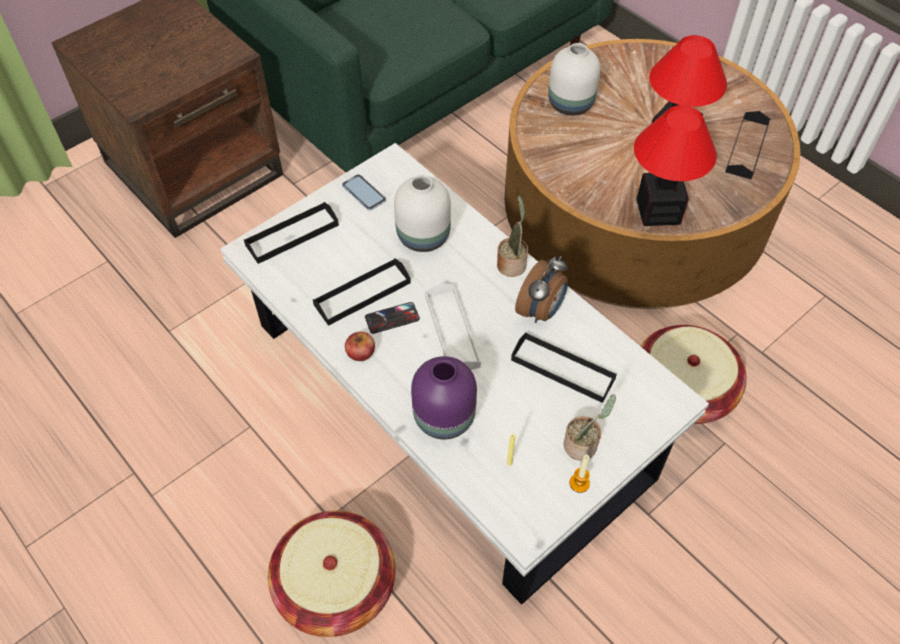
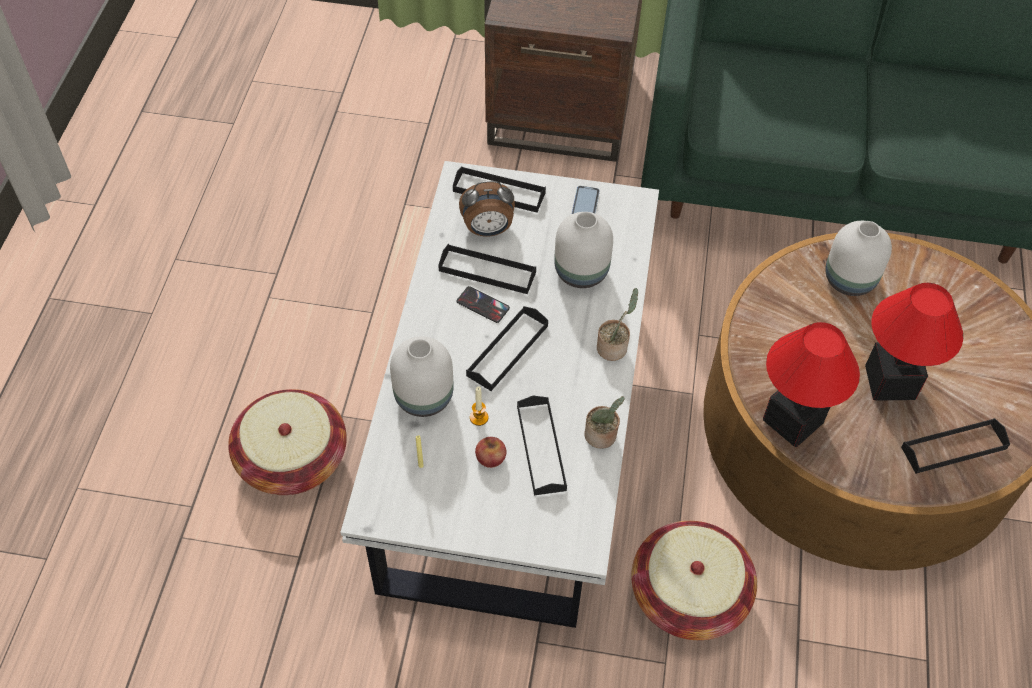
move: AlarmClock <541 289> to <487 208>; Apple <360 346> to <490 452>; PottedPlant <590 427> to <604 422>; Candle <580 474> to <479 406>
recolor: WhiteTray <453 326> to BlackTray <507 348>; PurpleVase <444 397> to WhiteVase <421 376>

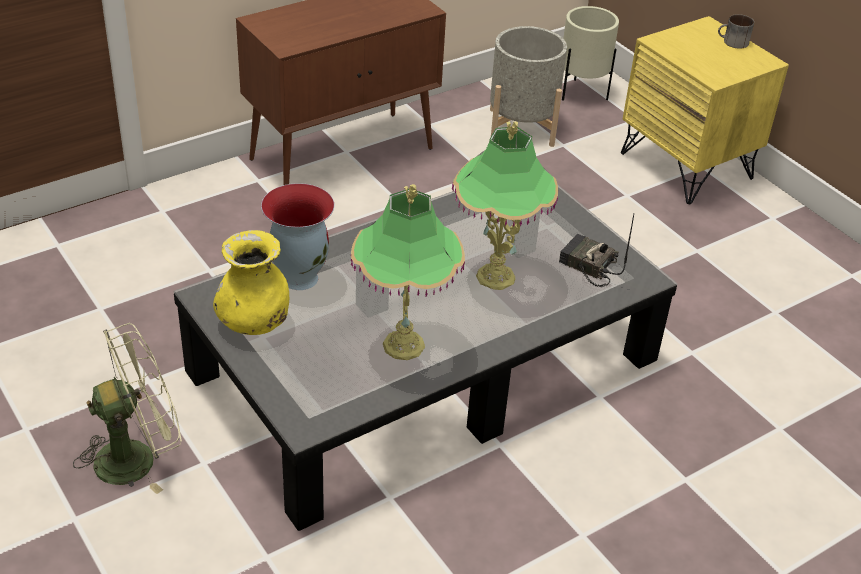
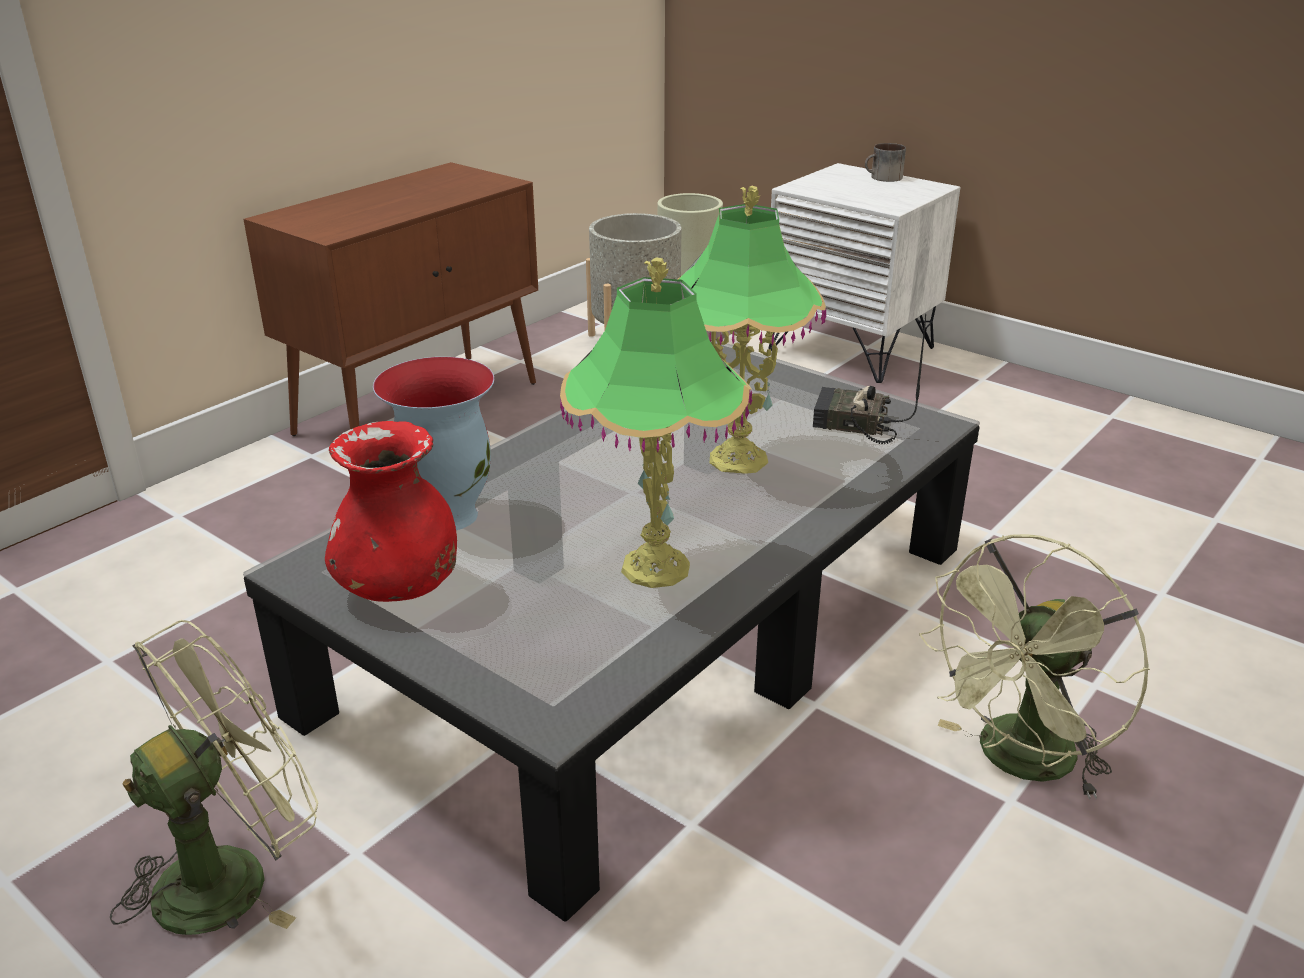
insert: GreenFan <1034 667>
recolor: YellowNightstand <705 110> to WhiteNightstand <864 273>; YellowVase <251 282> to RedVase <391 511>

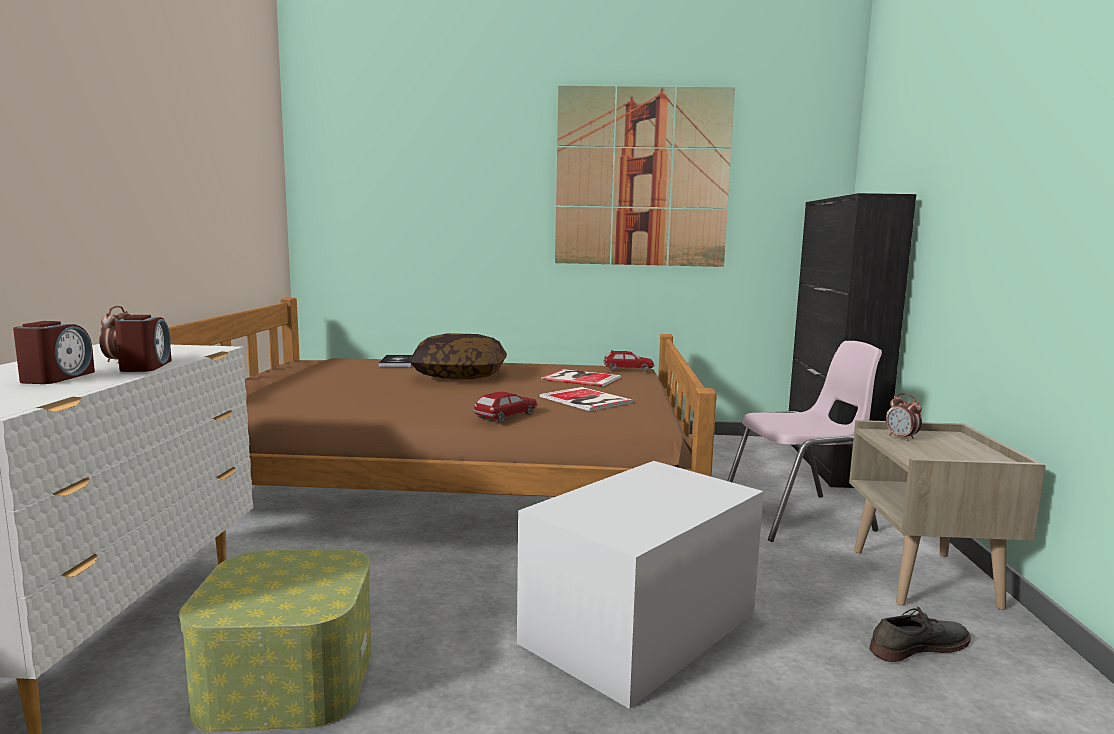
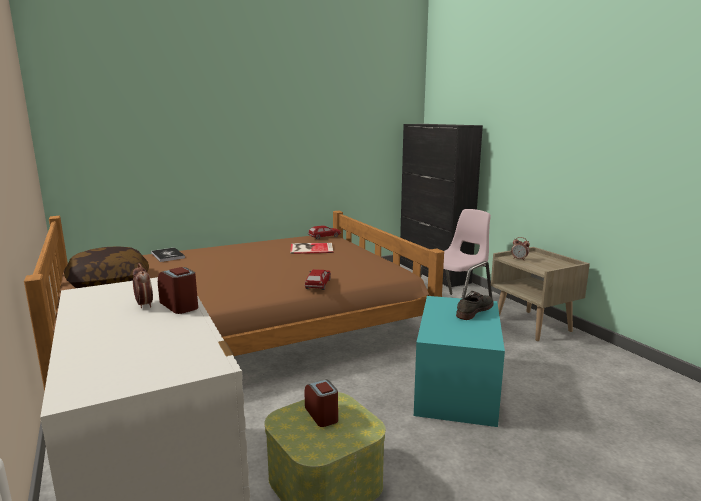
delete: Picture <645 176>; Book <586 399>
move: AlarmClock <54 352> to <321 403>; Pillow <458 356> to <106 267>; GreyShoe <920 634> to <475 305>
recolor: WhiteStorageBox <640 585> to TurquoiseStorageBox <459 361>

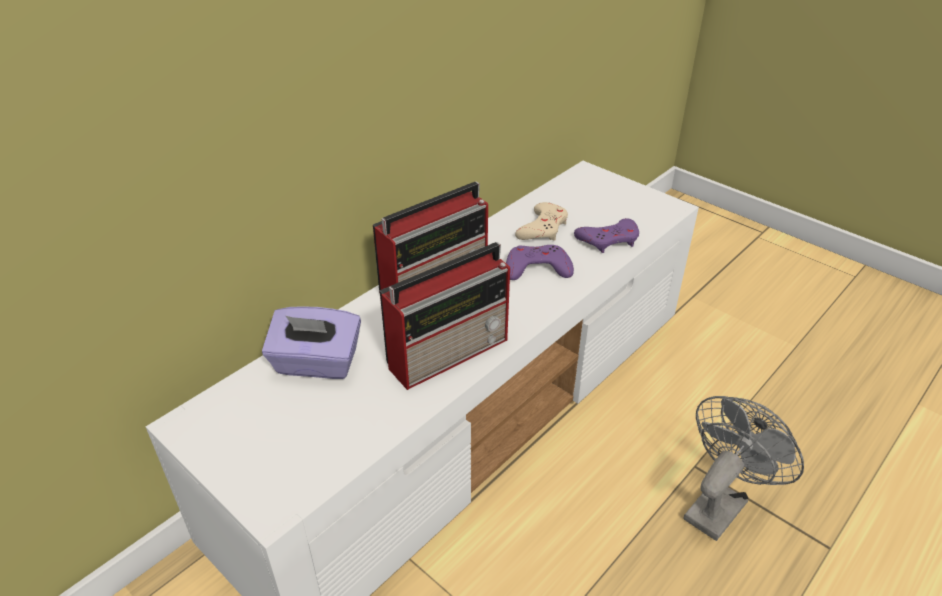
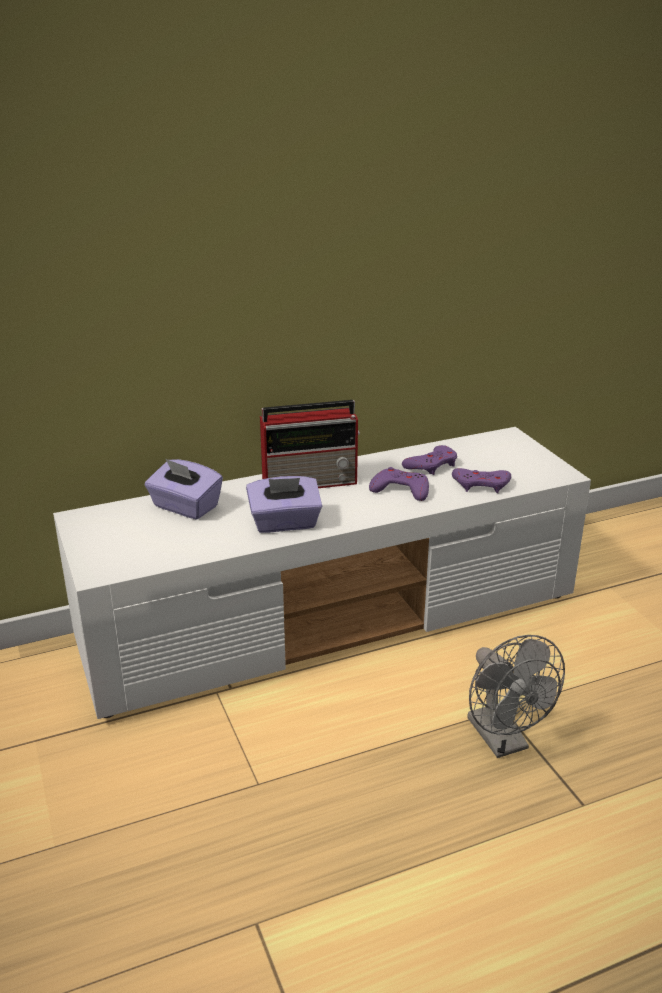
replace: Radio <445 316> to PurpleTissueBox <284 504>
recolor: BeigeGameController <541 221> to PurpleGameController <429 460>
rotate: GreyFan <744 468> = <516 696> 90 degrees clockwise

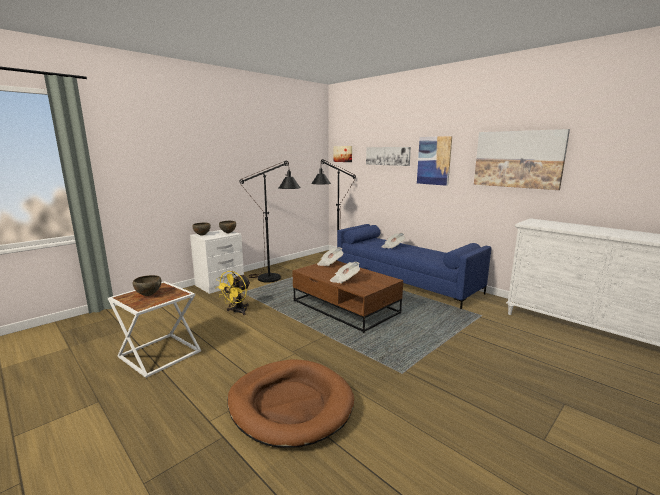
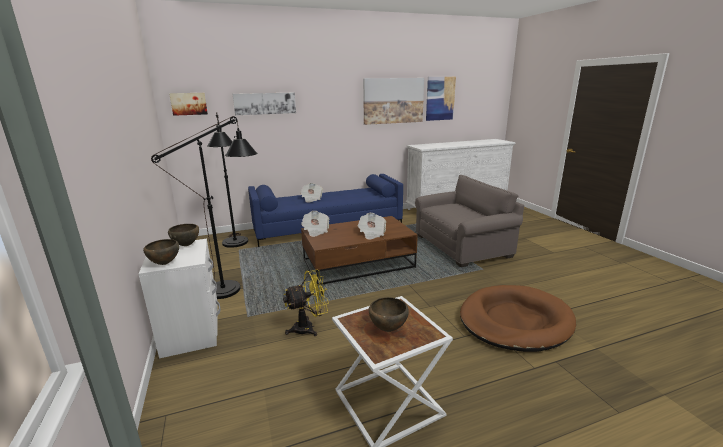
insert: GreyArmchair <469 221>
move: Picture <434 161> to <441 99>
rotate: YellowFan <233 293> = <306 302> 75 degrees counterclockwise

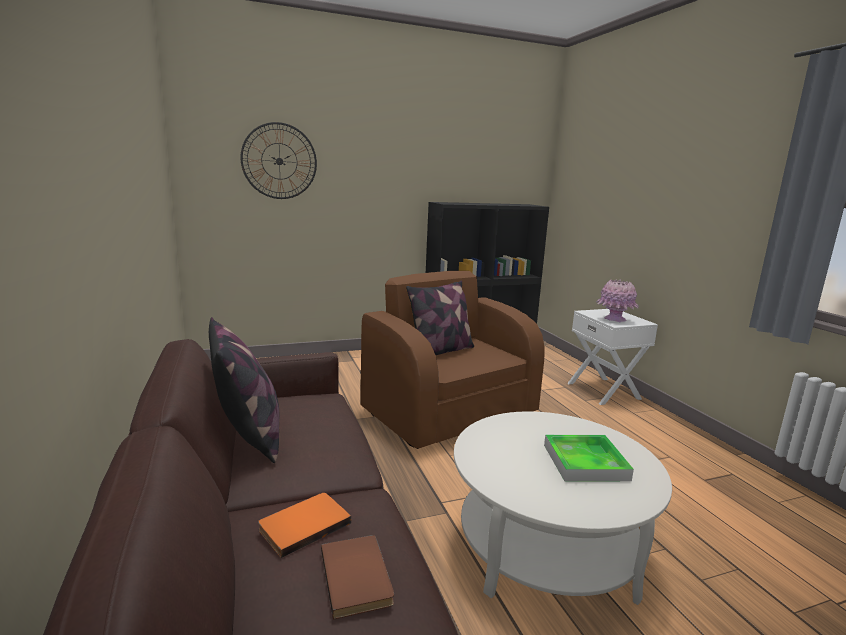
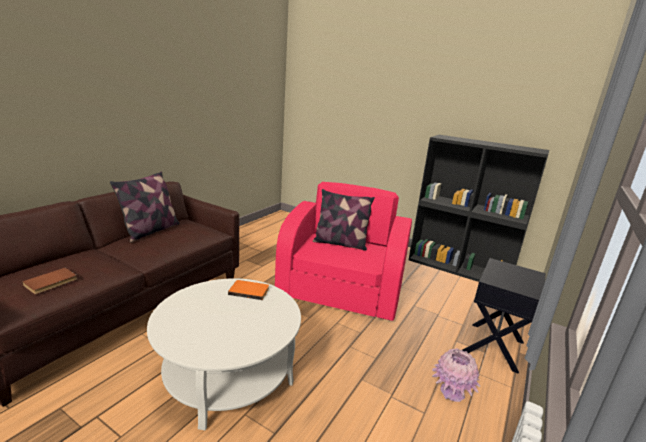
delete: WallClock <279 160>; Tray <589 458>
move: PinkVase <617 301> to <456 375>; OrangeBook <304 525> to <248 290>
recolor: BrownArmchair <453 360> to PinkArmchair <343 251>; WhiteNightstand <612 357> to BlackNightstand <504 316>

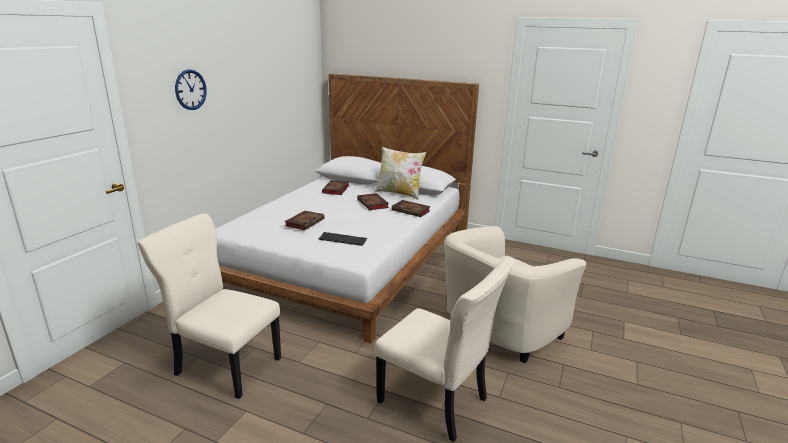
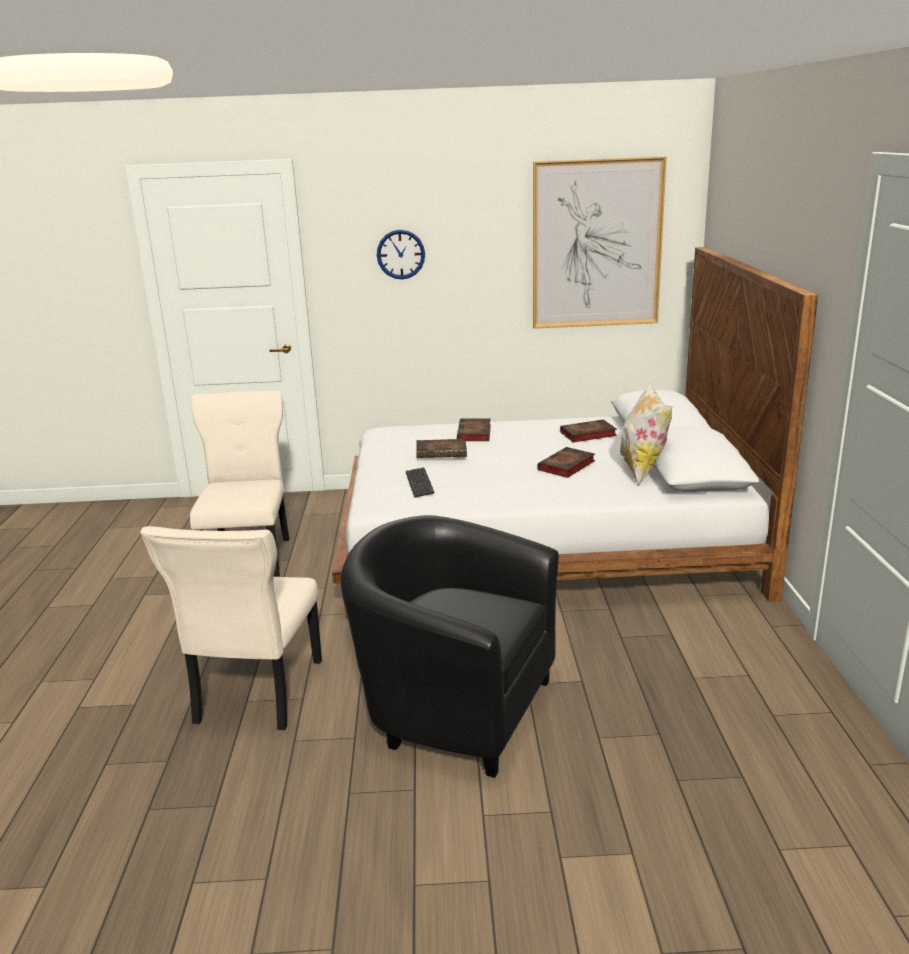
insert: Picture <600 242>
move: Book <411 208> to <474 430>
recolor: BeigeArmchair <515 294> to BlackArmchair <450 646>

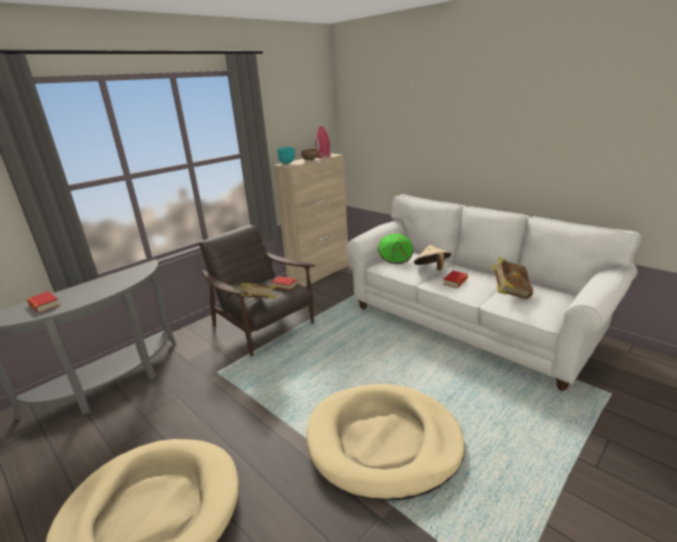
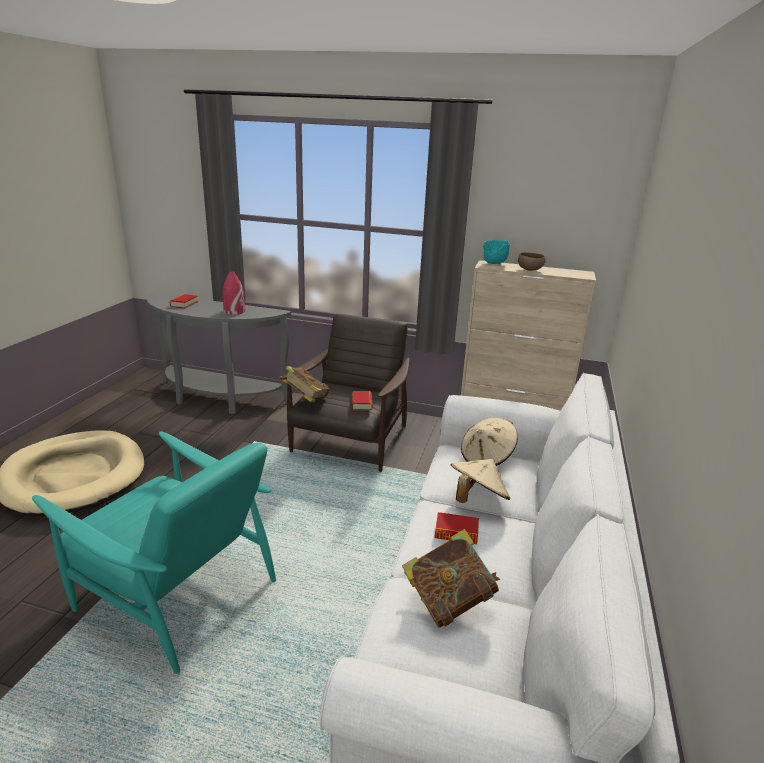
move: RedVase <323 142> to <234 293>
replace: BeigeDogBed <385 442> to TurquoiseArmchair <154 552>
recolor: GreenHat <395 249> to BeigeHat <489 442>

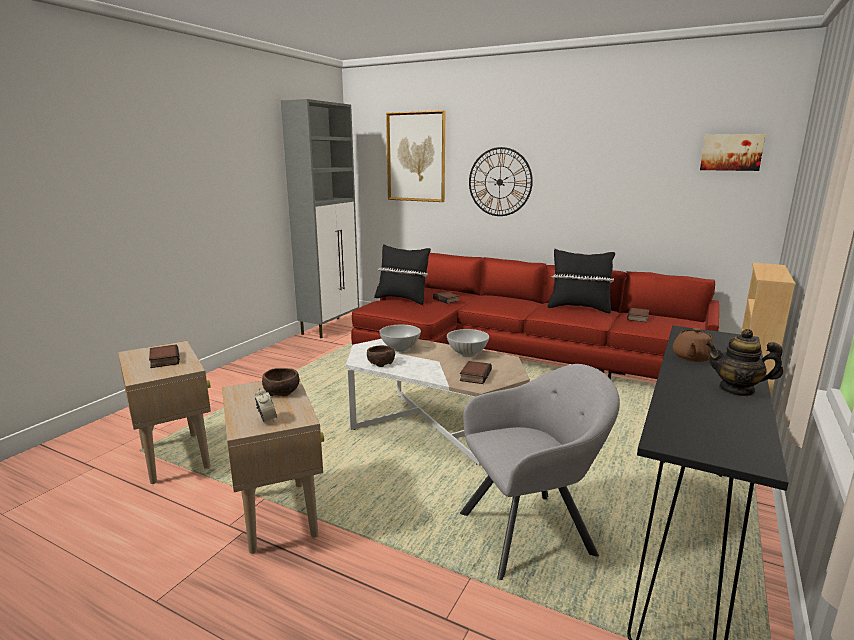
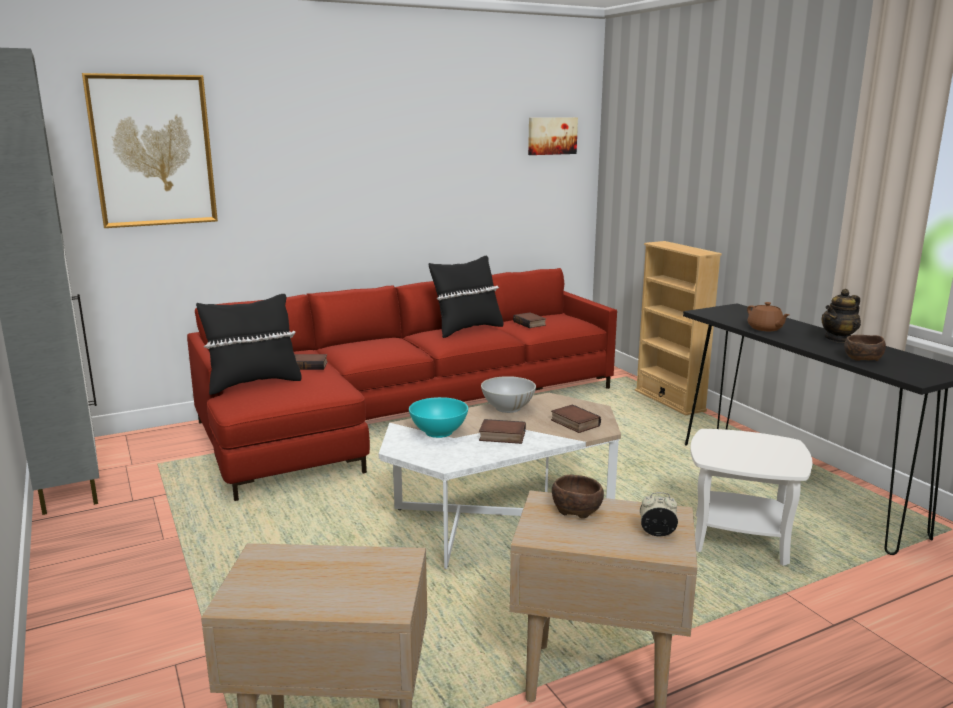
delete: WallClock <501 181>
move: Book <164 356> to <502 431>; BrownBowl <381 356> to <865 348>
replace: GreyArmchair <540 472> to WhiteSideTable <751 497>
recolor: WhiteBowl <400 338> to TurquoiseBowl <438 417>

